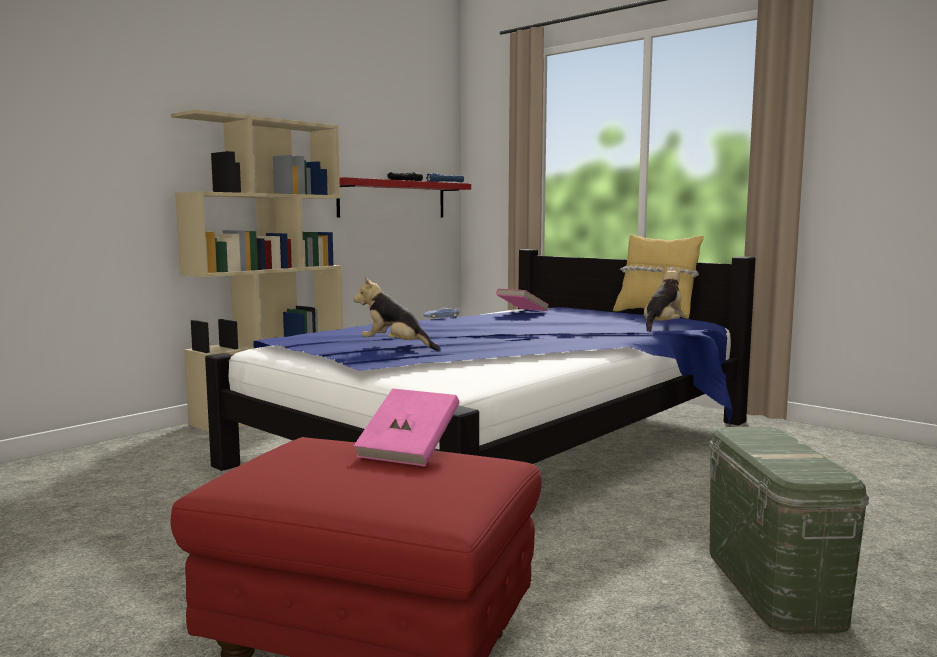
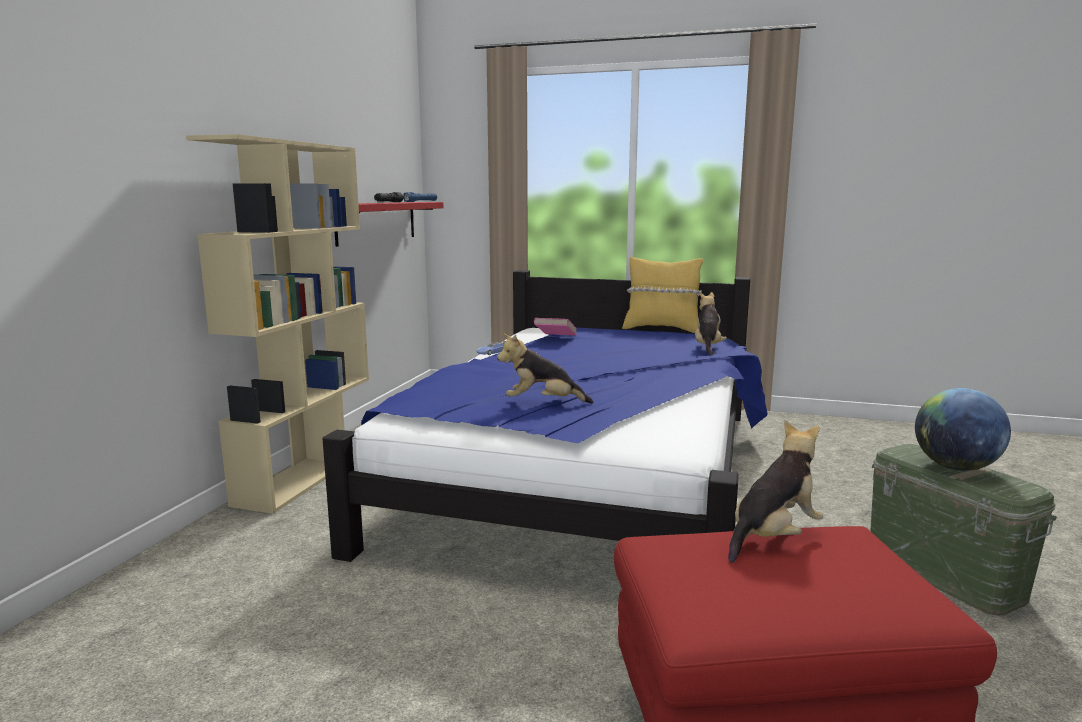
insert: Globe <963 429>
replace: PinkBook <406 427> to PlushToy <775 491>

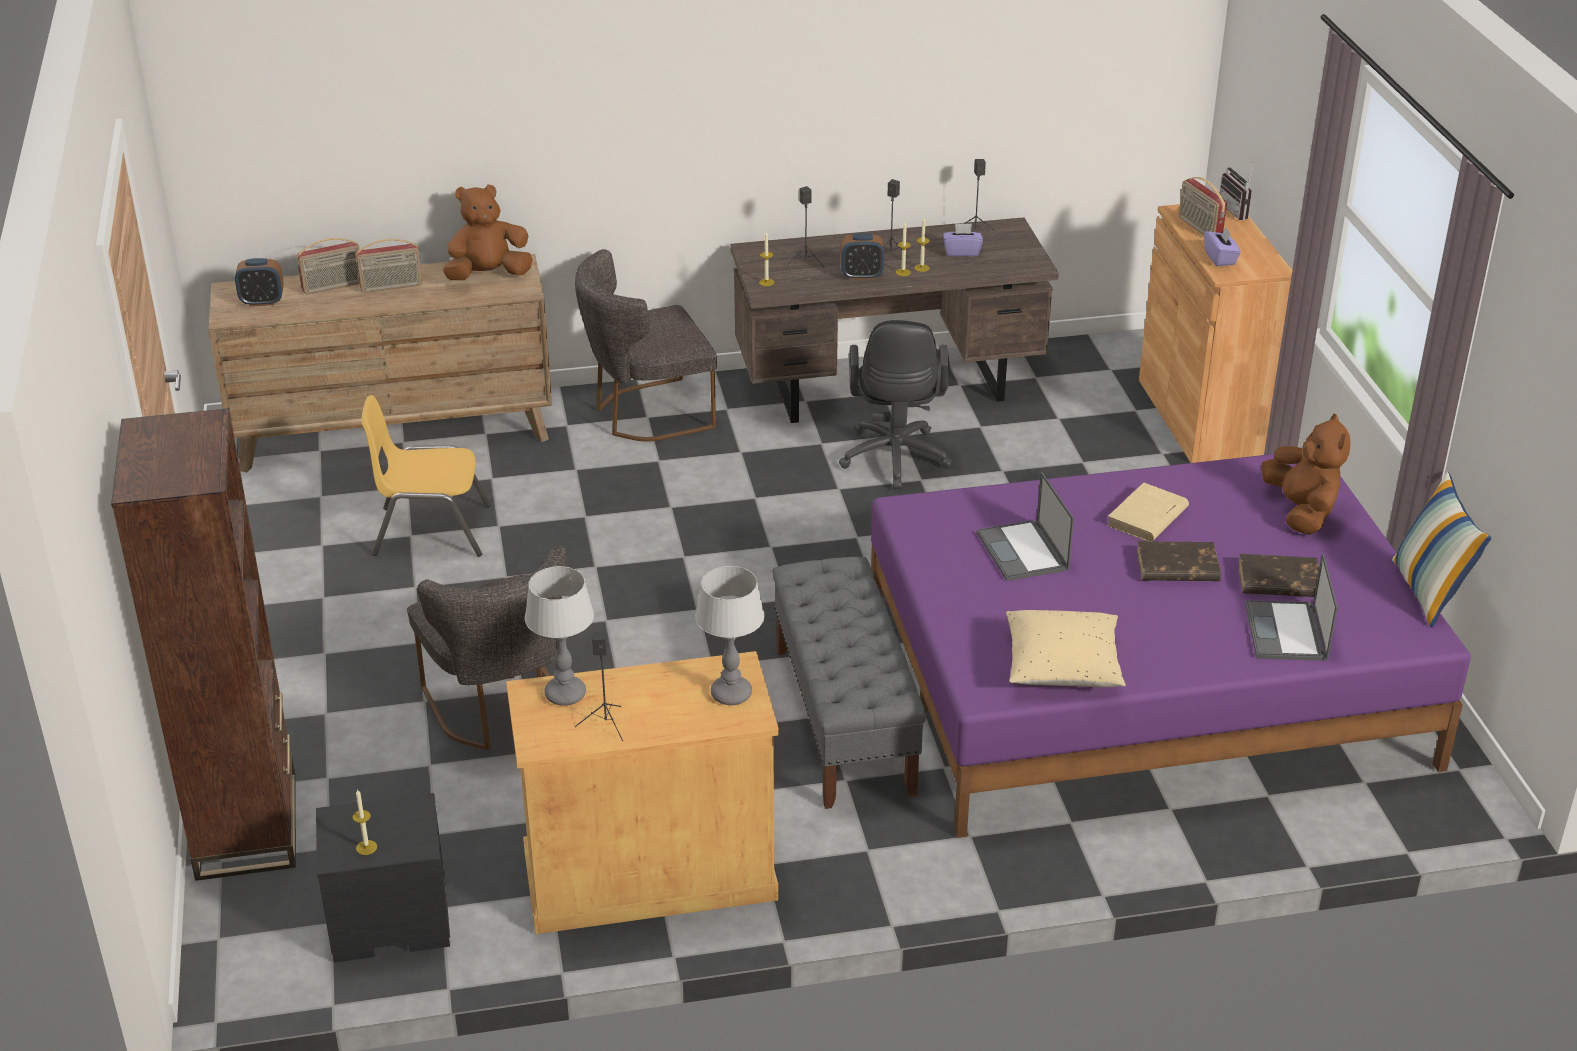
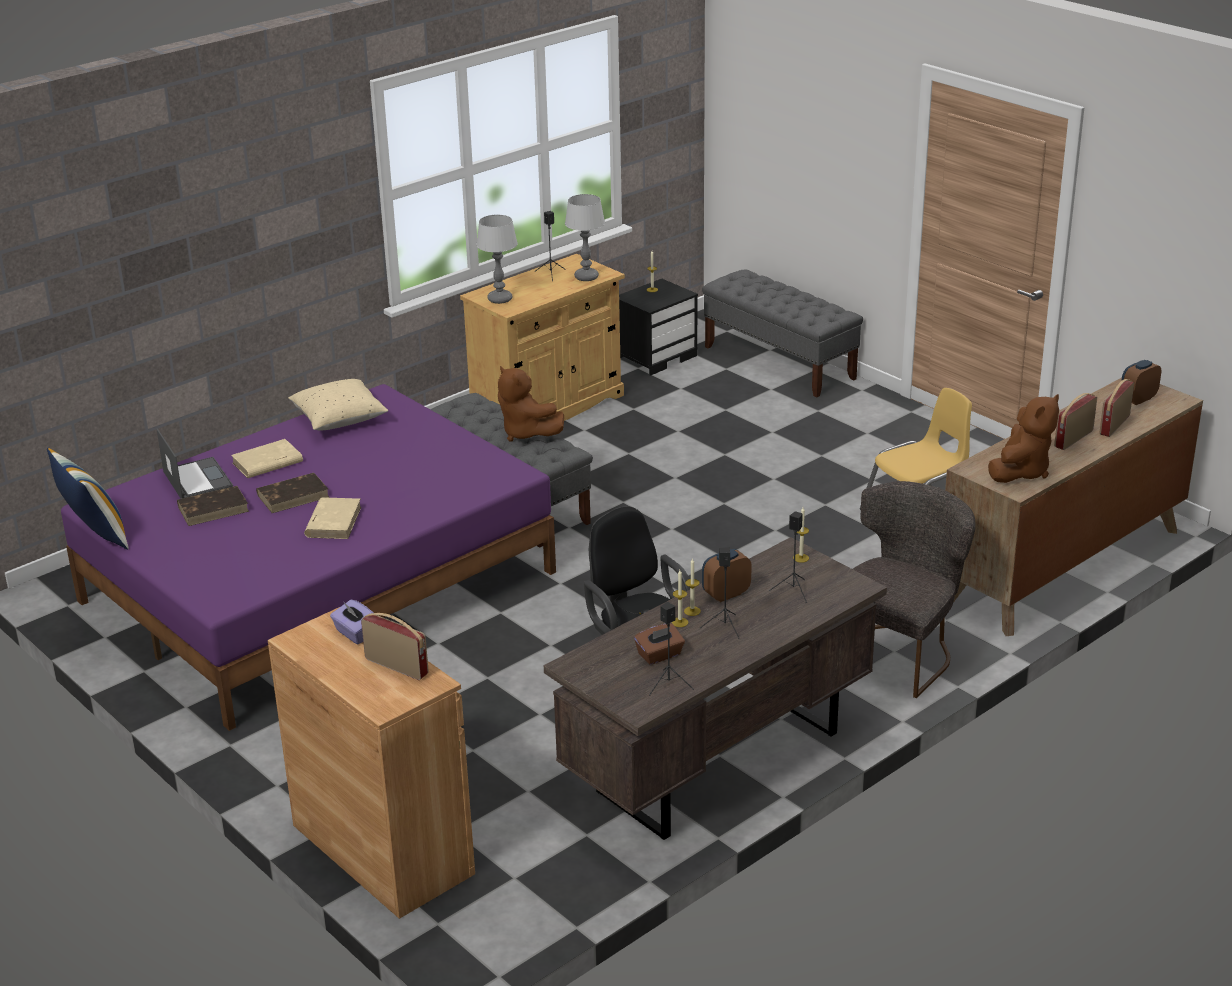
delete: Radio <1236 191>; Laptop <1025 526>; GreyChair <487 648>
insert: BeigeBook <267 458>
move: BrownPlushToy <1305 474> to <531 404>
replace: BrownBookcase <203 644> to GreyBench <782 333>
recolor: PurpleTissueBox <963 239> to BrownTissueBox <659 644>

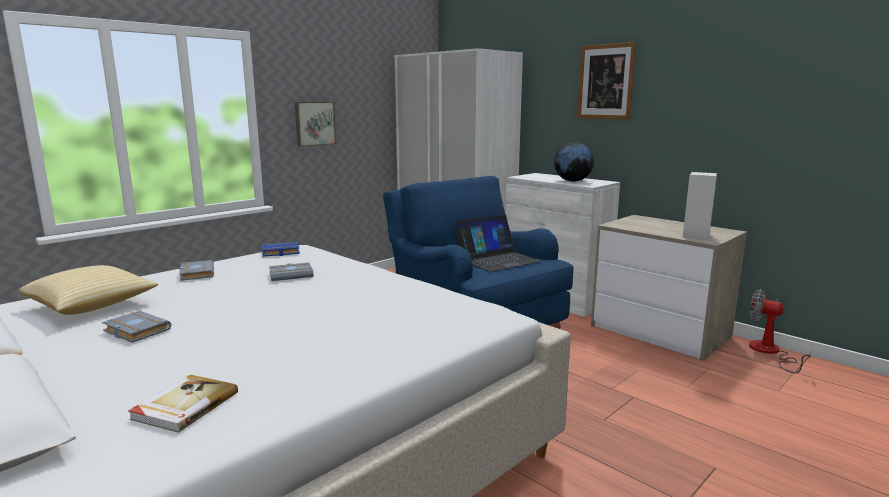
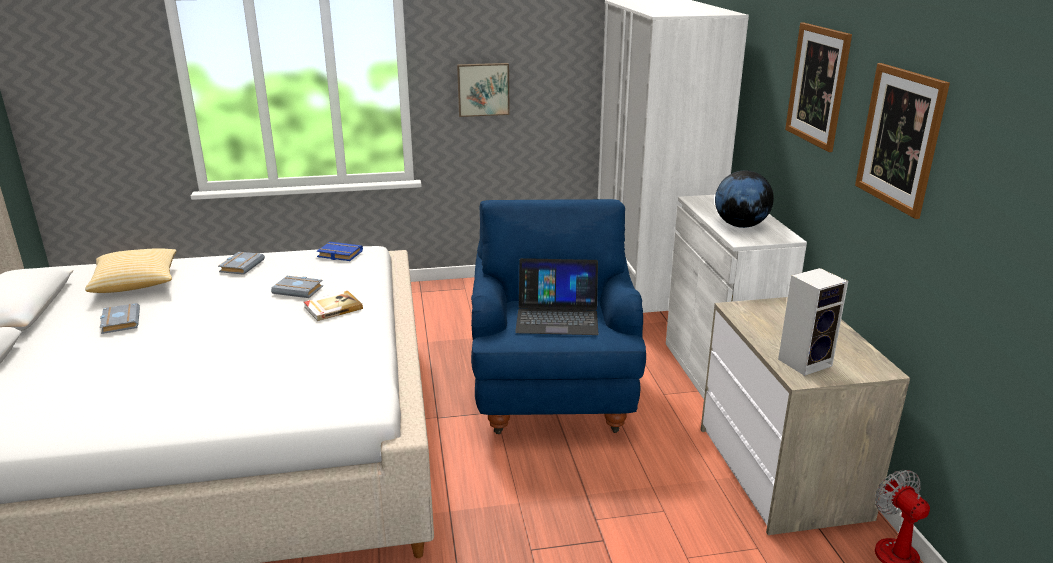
insert: Picture <902 141>
move: Book <183 403> to <333 306>

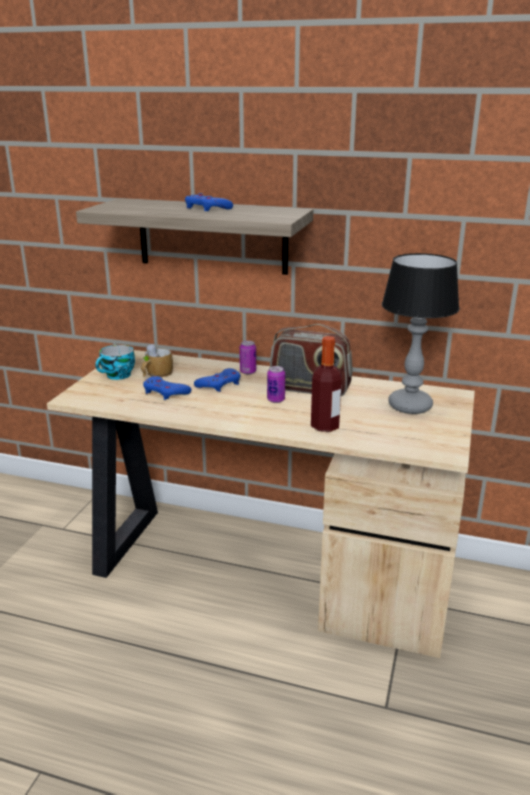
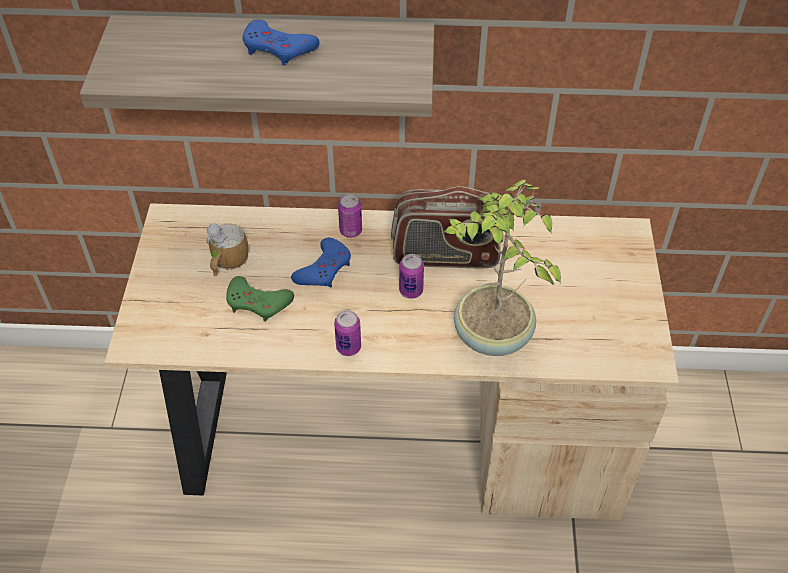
delete: TableLamp <421 333>; Cup <115 362>
insert: Can <347 333>
replace: Bottle <326 384> to PottedPlant <502 268>
recolor: BlueGameController <167 388> to GreenGameController <260 299>

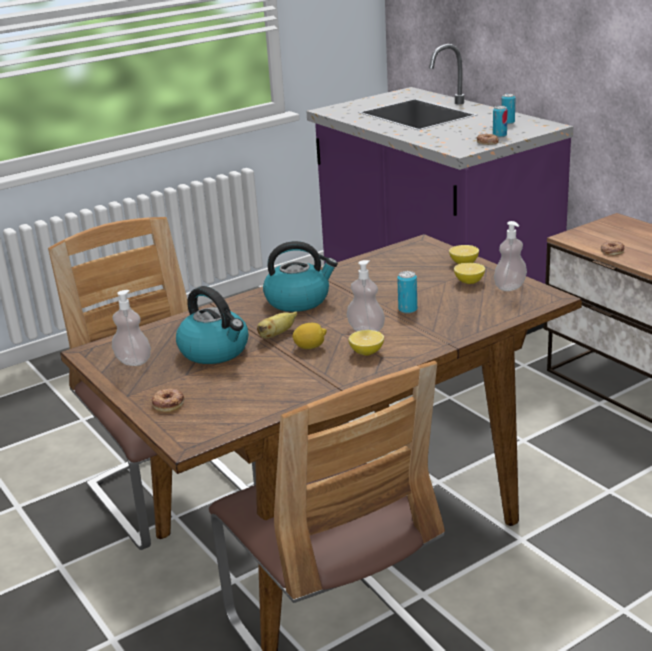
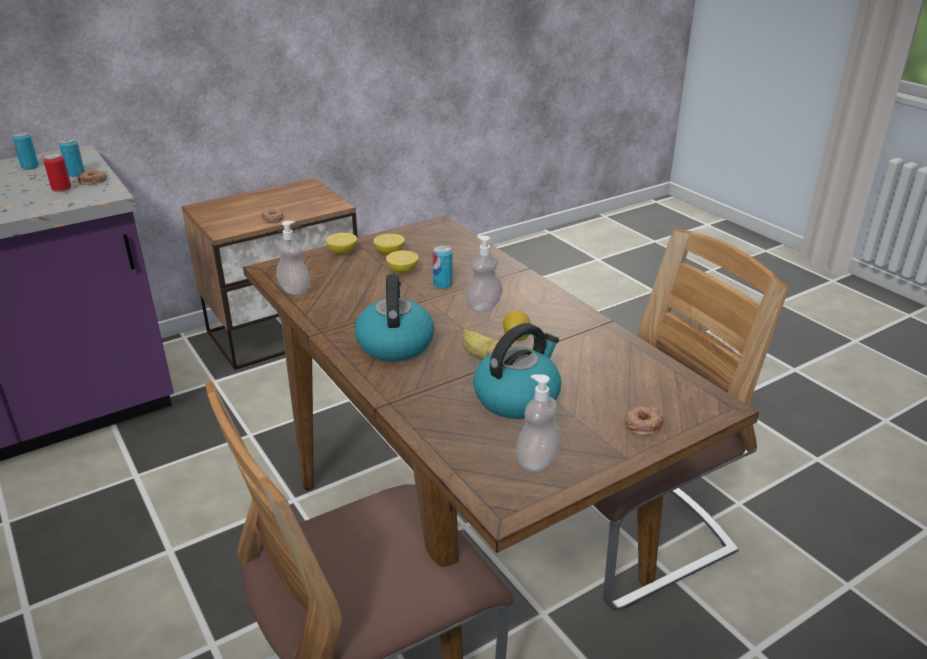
insert: Can <58 173>
move: SoapDispenser <510 256> to <293 258>; Lemon <366 343> to <402 262>

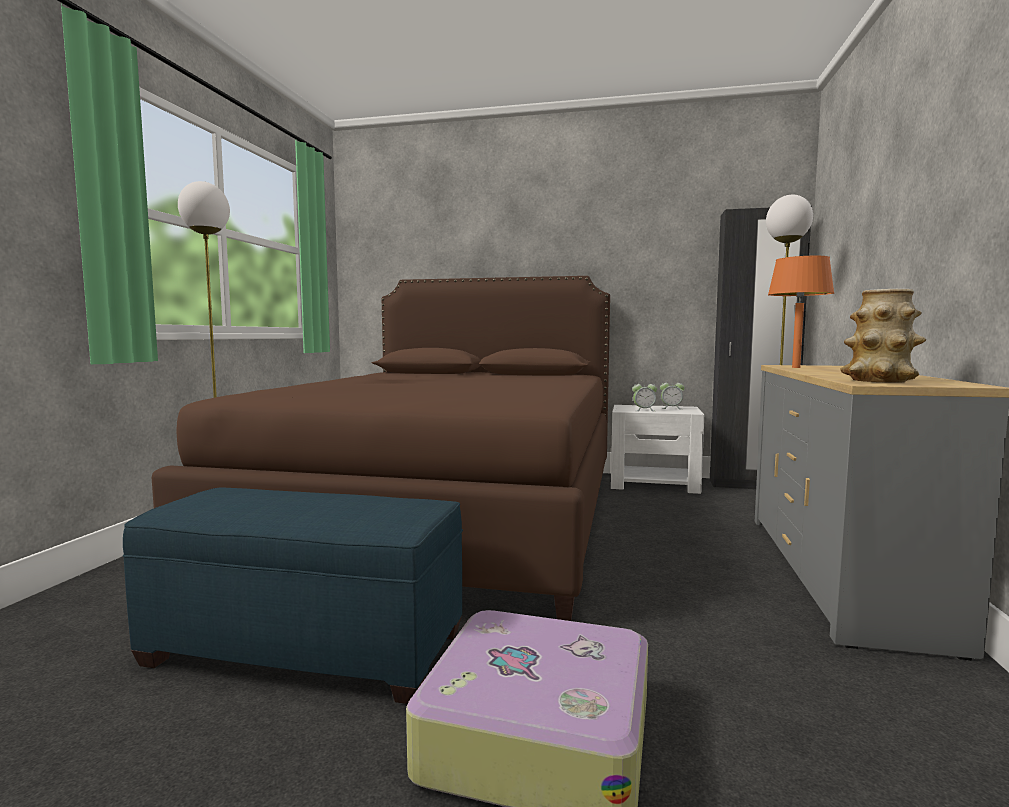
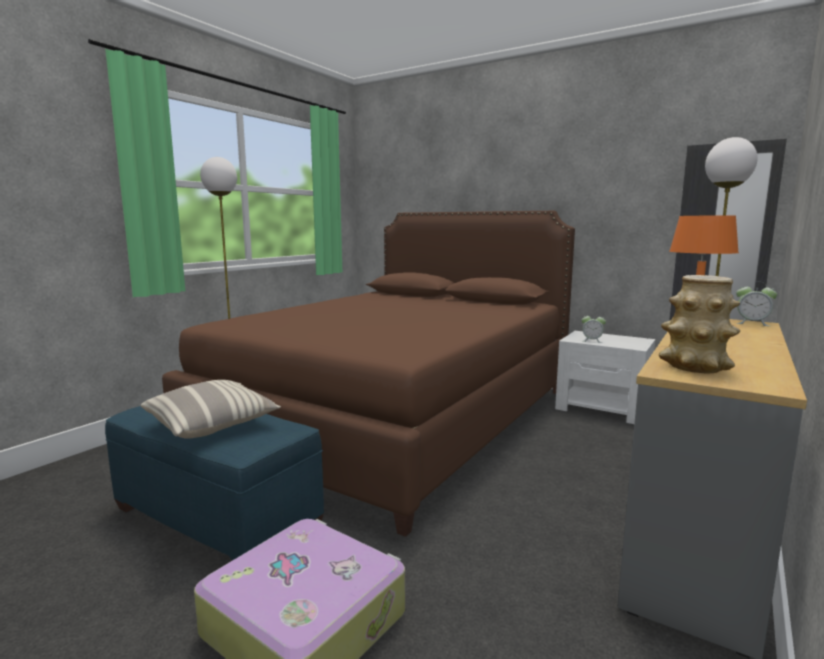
insert: Pillow <211 409>
move: AlarmClock <672 394> to <756 303>

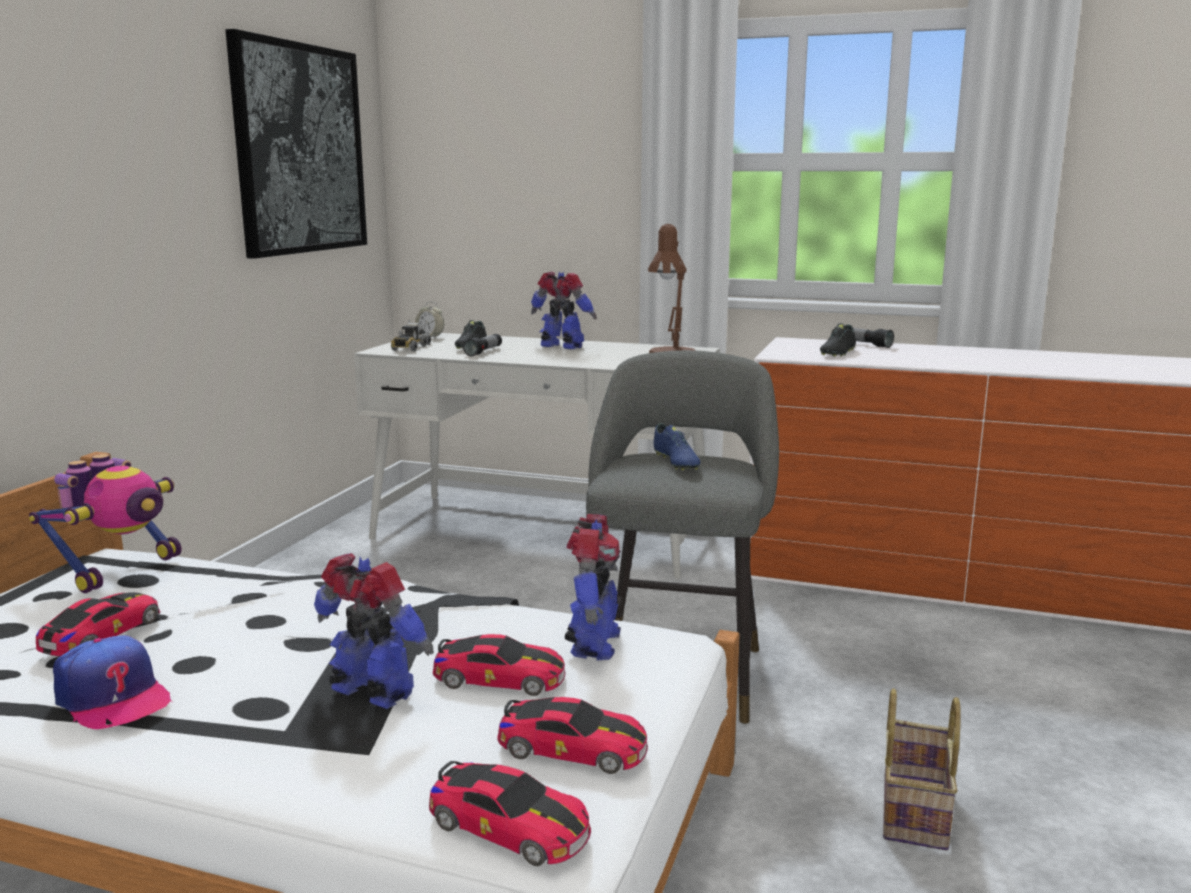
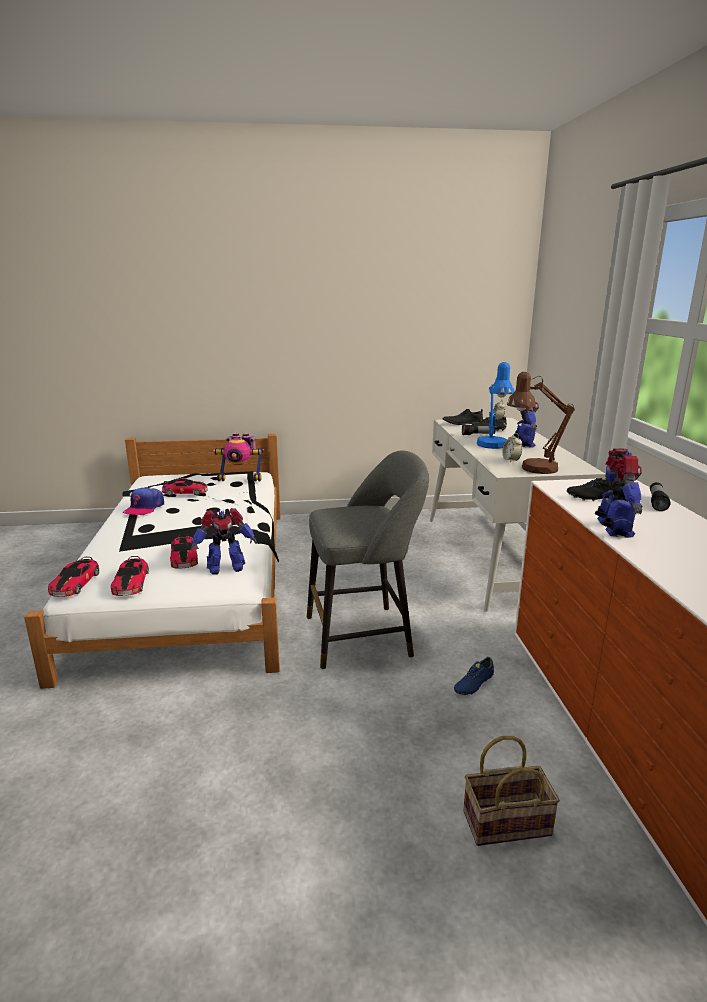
delete: Picture <296 144>
insert: BlueTableLamp <496 405>; AlarmClock <512 447>
move: BlueShoe <677 446> to <474 676>; ToyRobot <374 631> to <618 493>; Basket <922 769> to <511 791>
replace: ToyTruck <411 335> to BlackShoe <462 417>

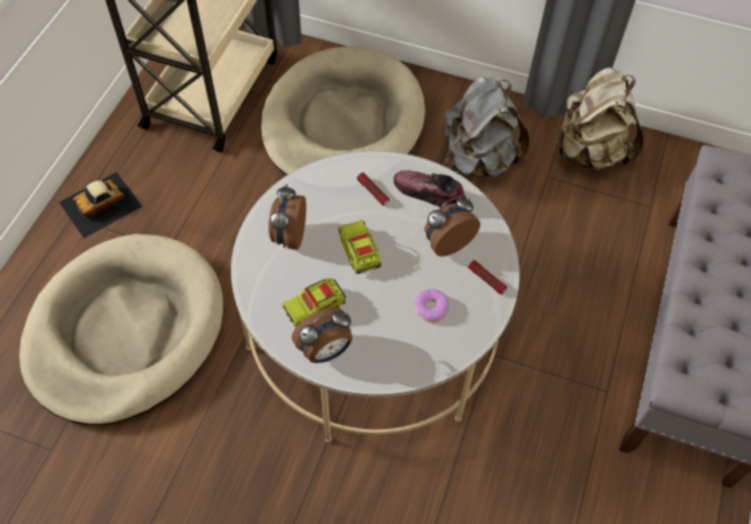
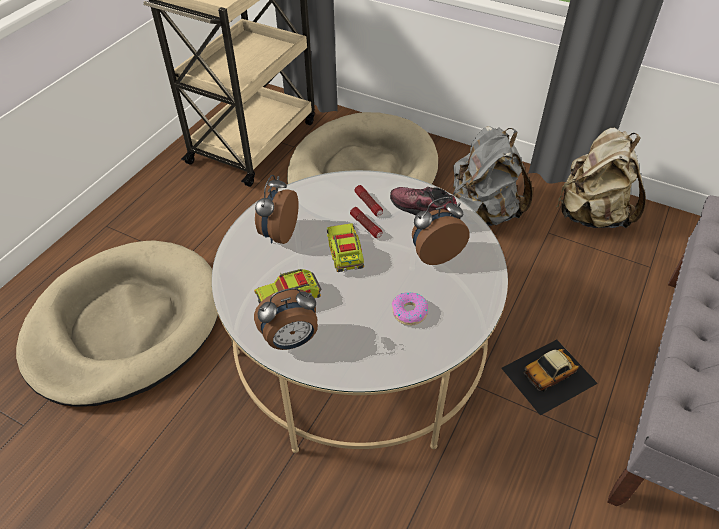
move: ToyCar <101 205> to <549 378>; Flashlight <487 277> to <366 222>

